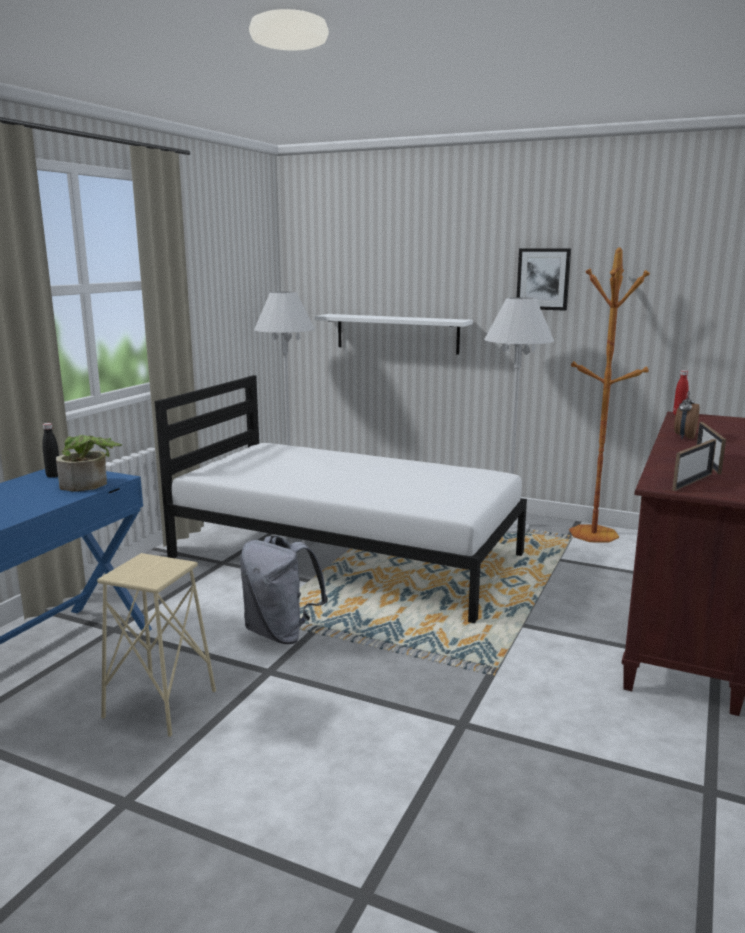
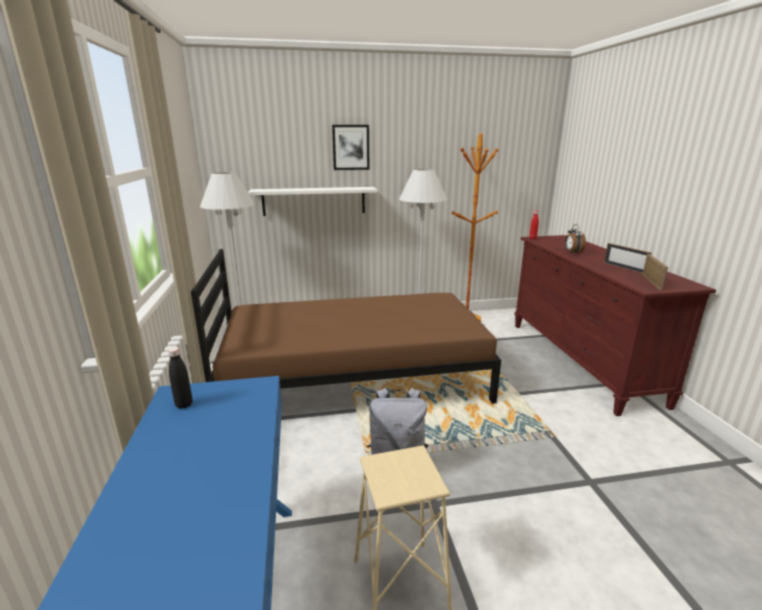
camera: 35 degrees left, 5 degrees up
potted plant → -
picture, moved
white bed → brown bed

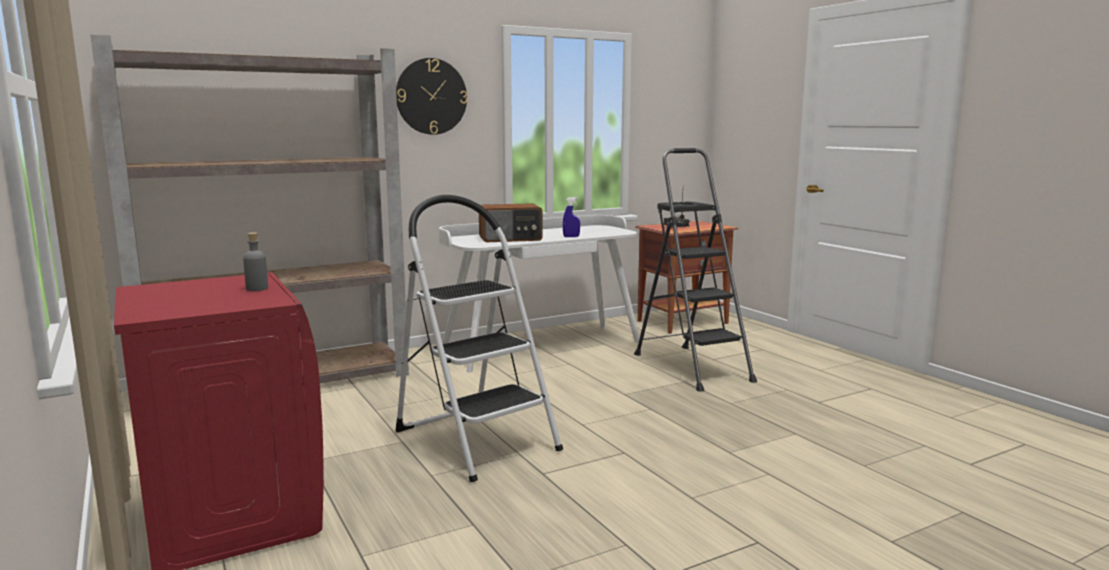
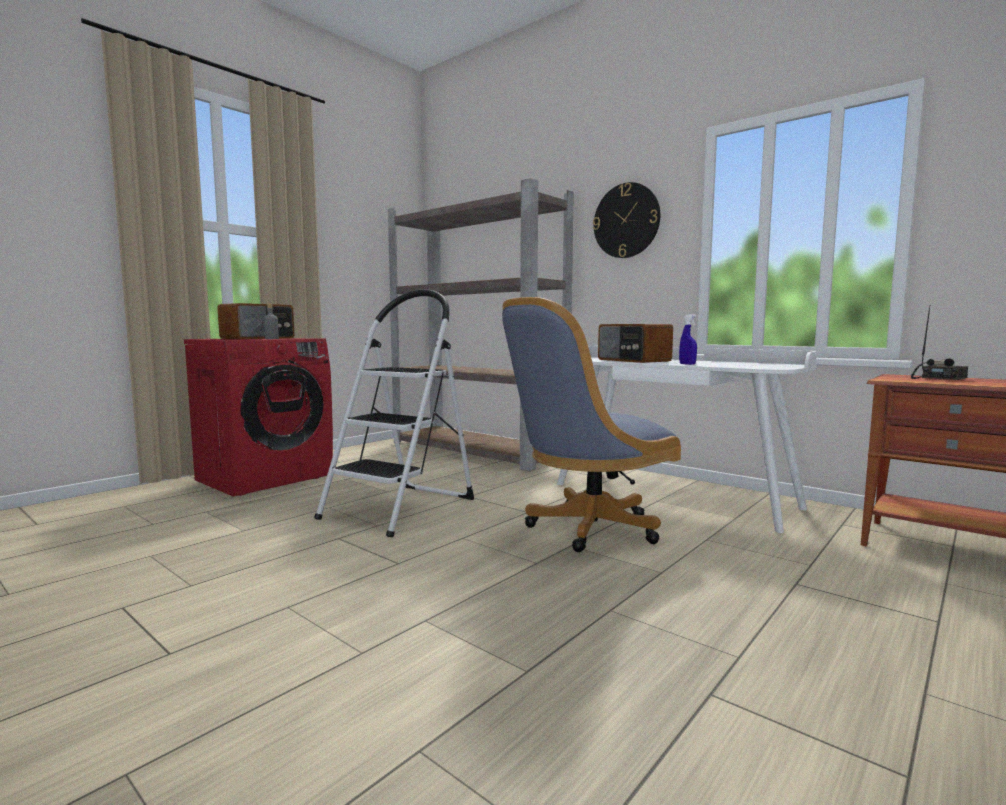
camera: 70 degrees right, 5 degrees down
step ladder (2nd from left) → -
- → radio (1st from left)
- → blue office chair

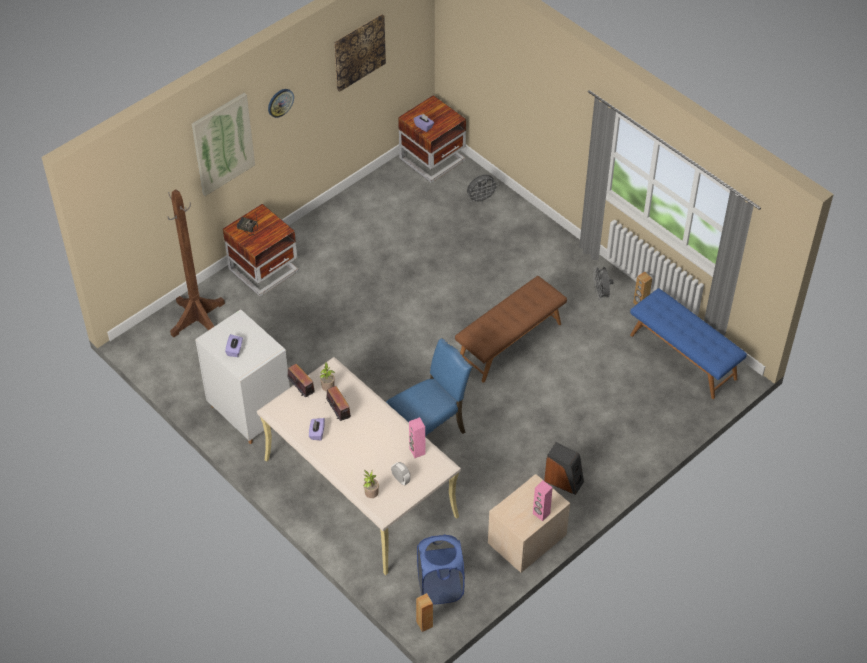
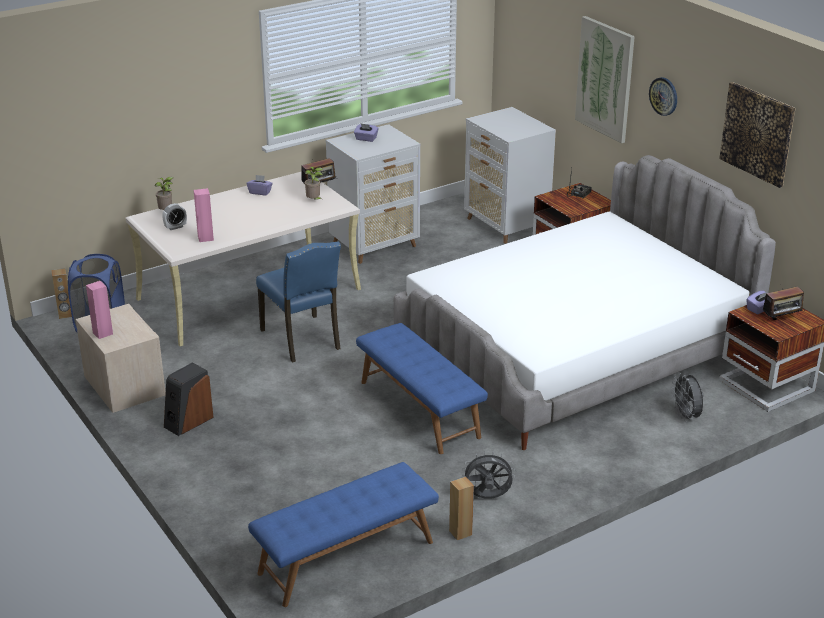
camera: 100 degrees right, 20 degrees down
- → bed
radio (3rd from left), moved
brown clothes rack → white dresser (2nd from left)
brown bench → blue bench (2nd from left)

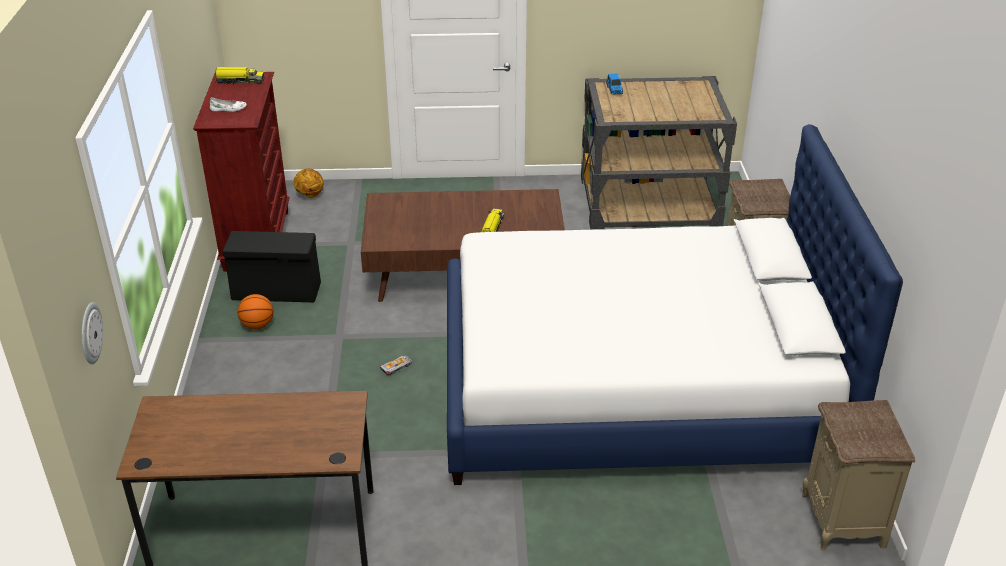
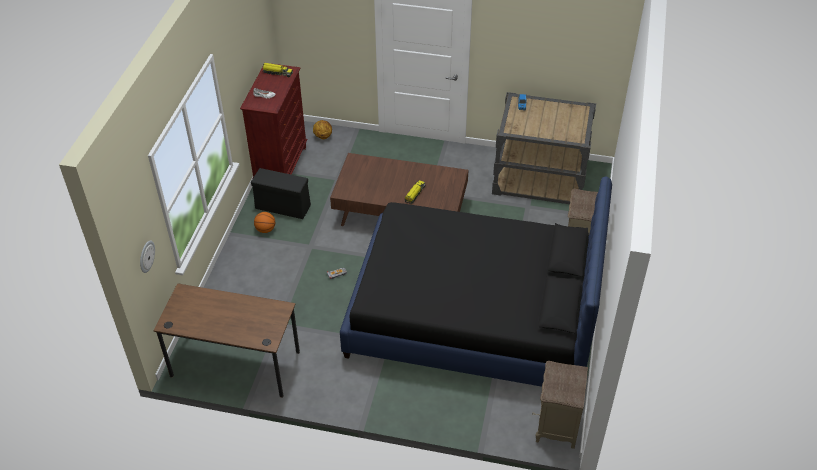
camera: 15 degrees right, 10 degrees up
white bed → black bed

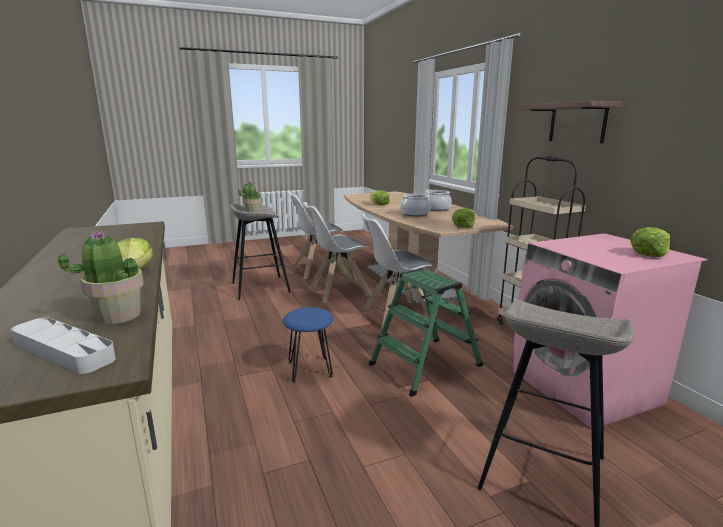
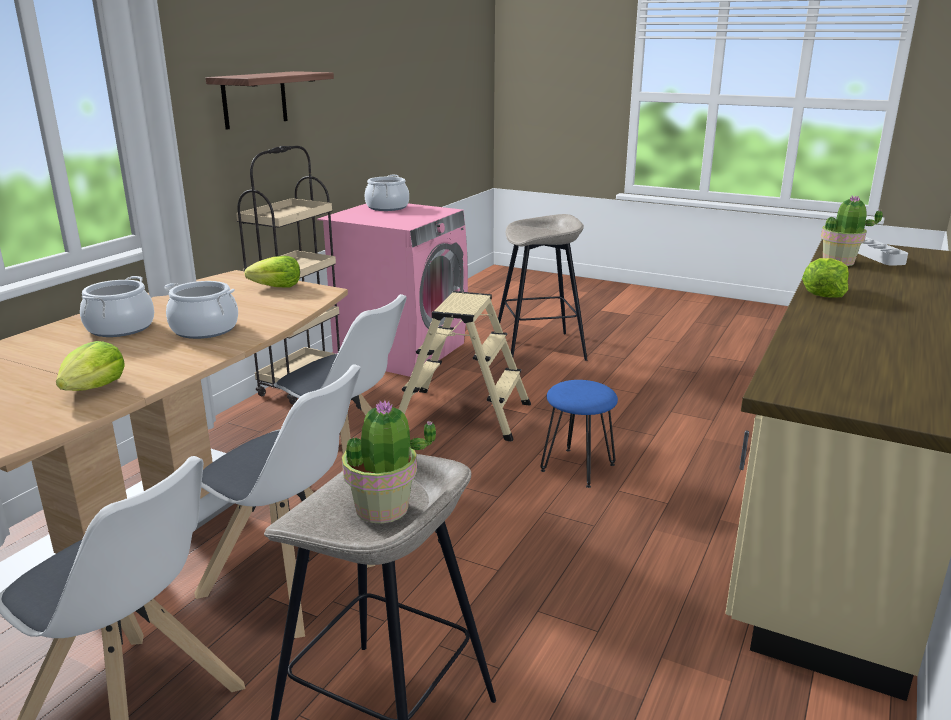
camera: 130 degrees left, 5 degrees up
lettuce (4th from left) → cooking pot (3rd from left)
green step ladder → beige step ladder

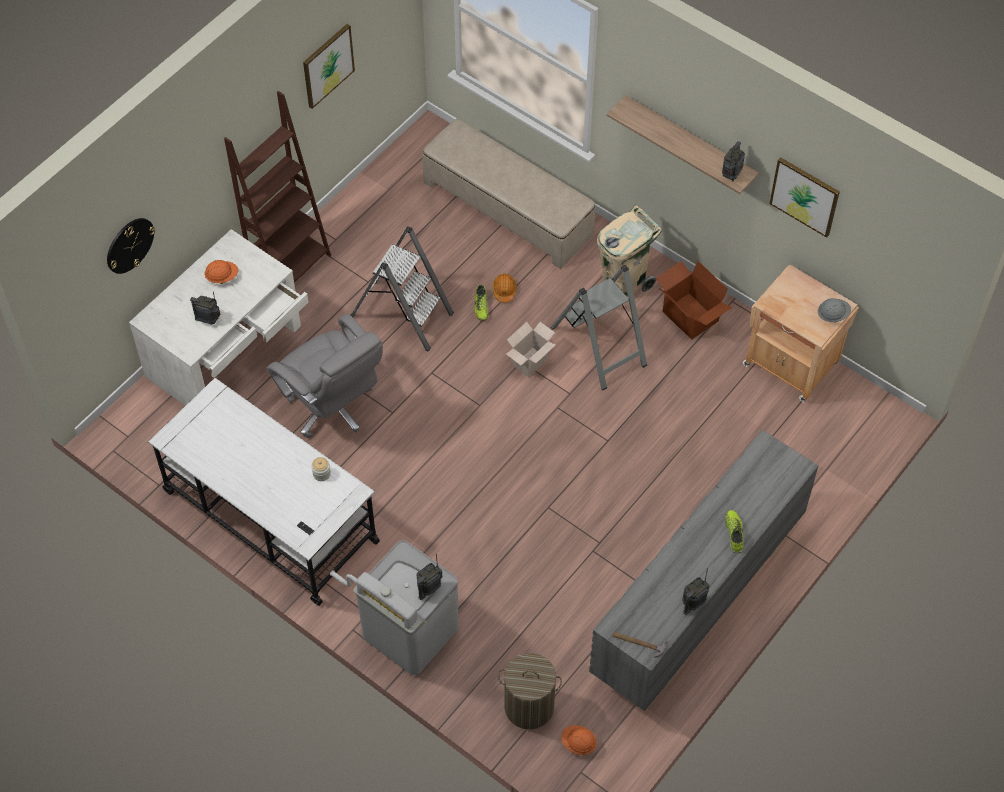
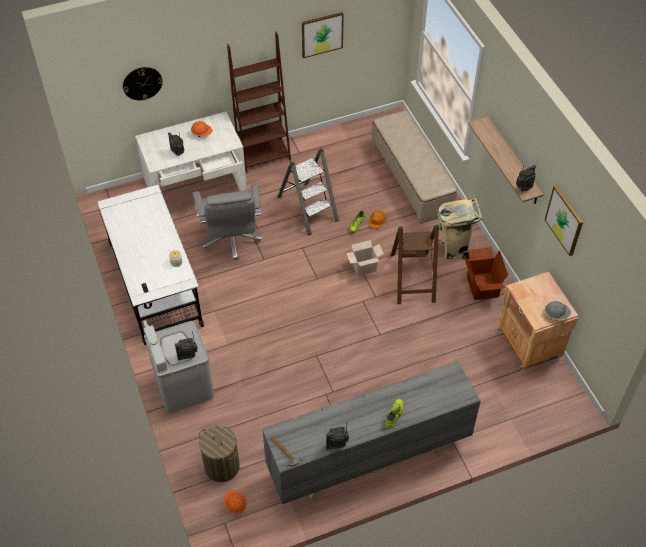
camera: 30 degrees right, 5 degrees down
grey step ladder (2nd from left) → brown step ladder

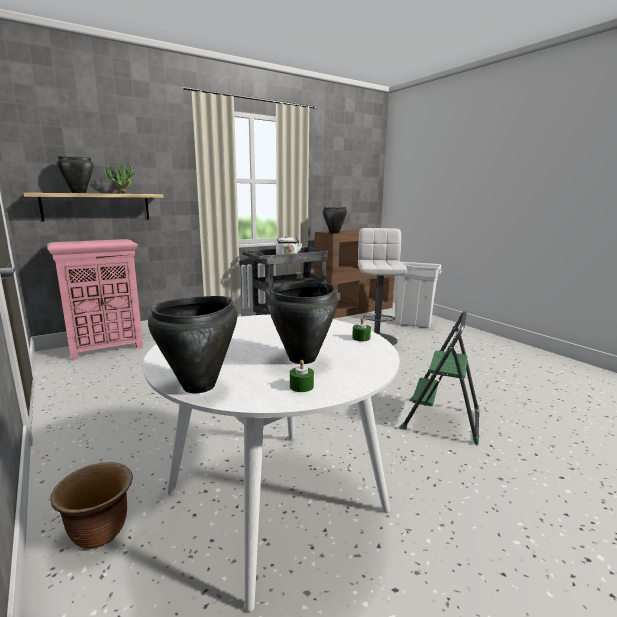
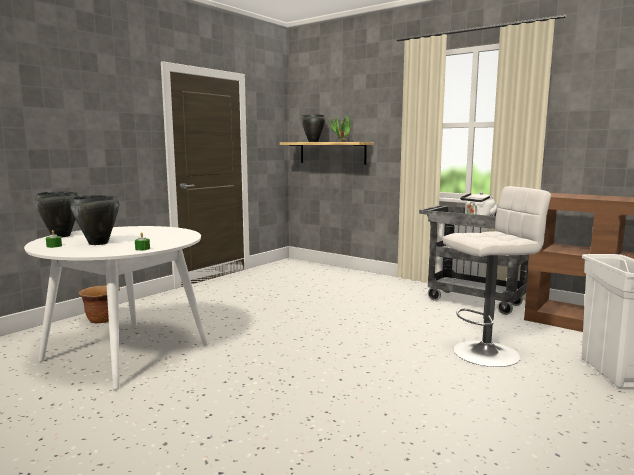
camera: 70 degrees right, 5 degrees down
pink cabinet → -
black cooking pot (4th from left) → -
green step ladder → -

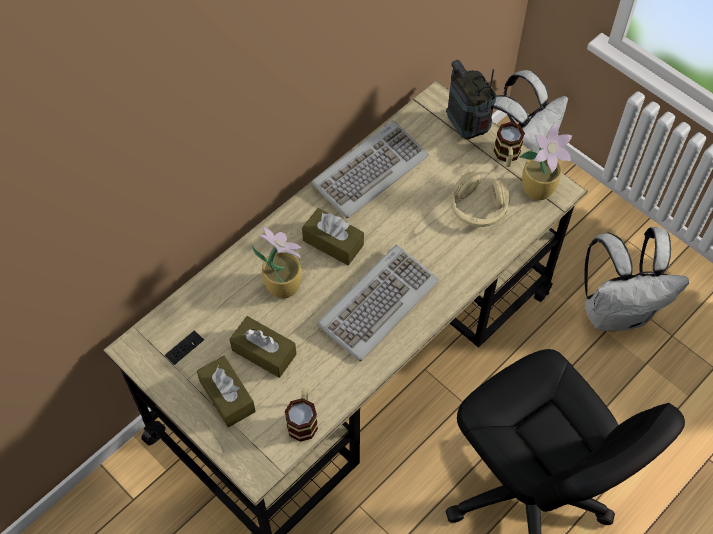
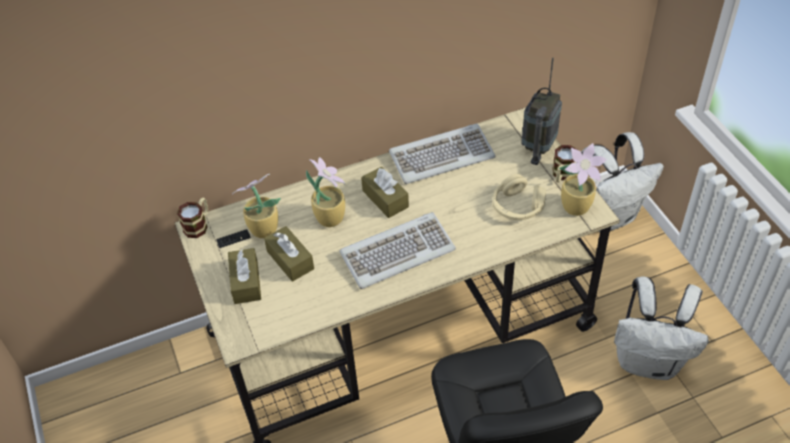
camera: 25 degrees right, 10 degrees down
- → potted plant (1st from left)
mug (1st from left), moved
radio, 150 degrees counterclockwise

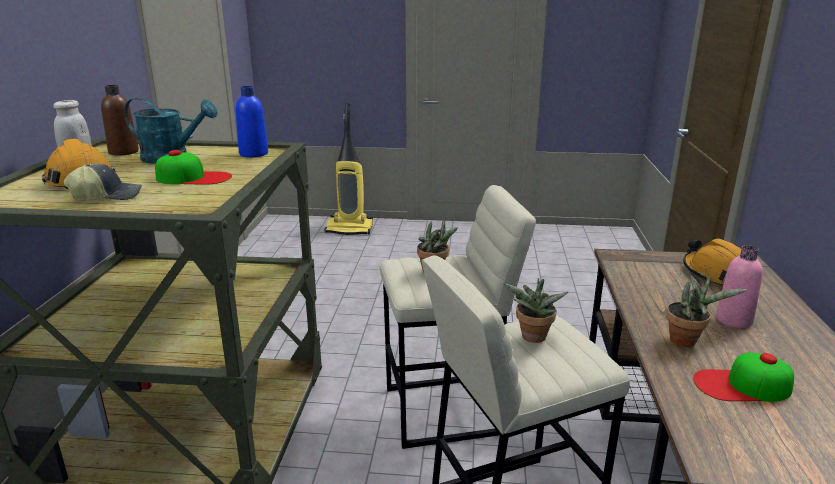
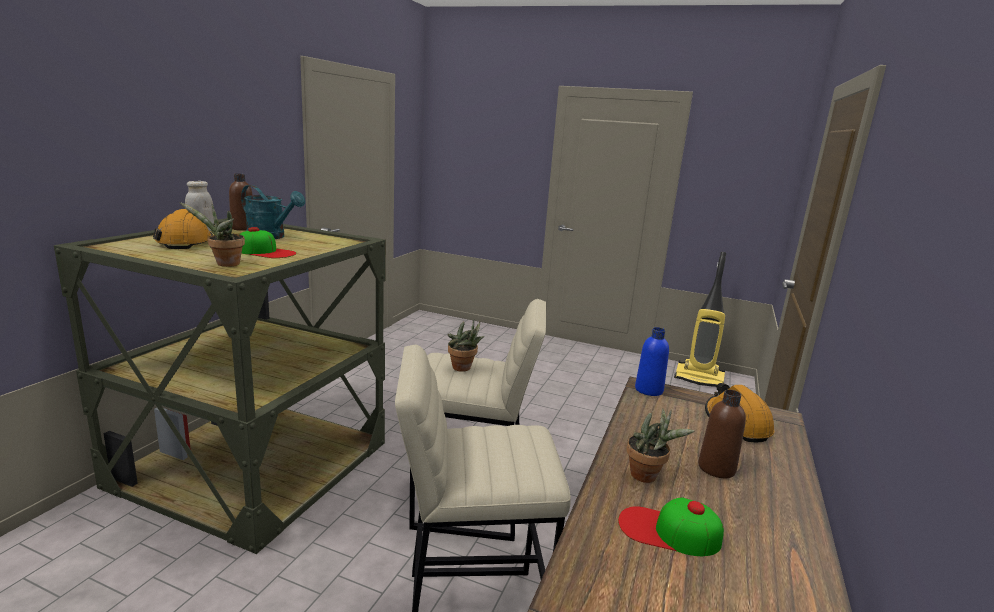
camera: 15 degrees right, 5 degrees down
cap (1st from left) → -
blue bottle, moved
vacuum cleaner, moved
potted plant (2nd from left in the first image) → potted plant (1st from left), moved
pink bottle → brown bottle (2nd from left)

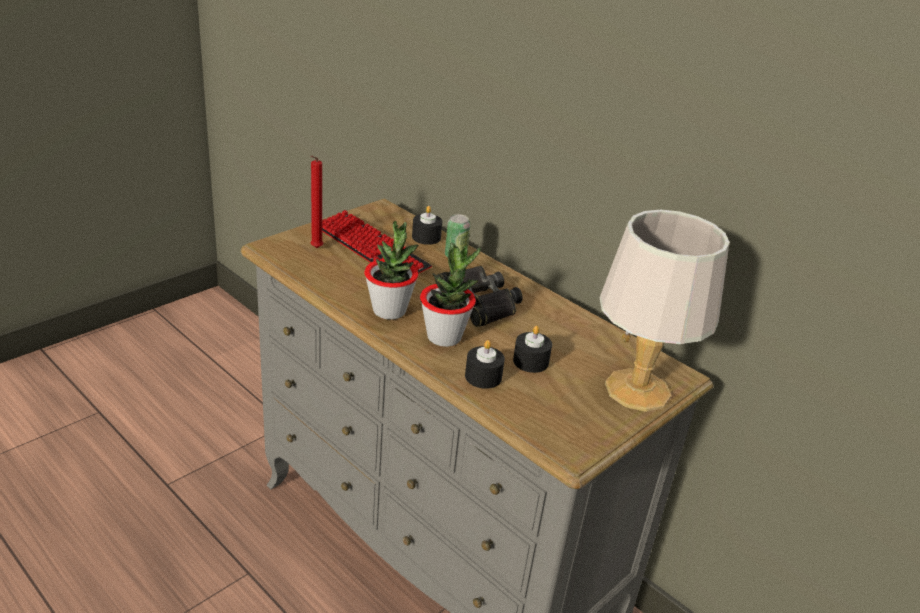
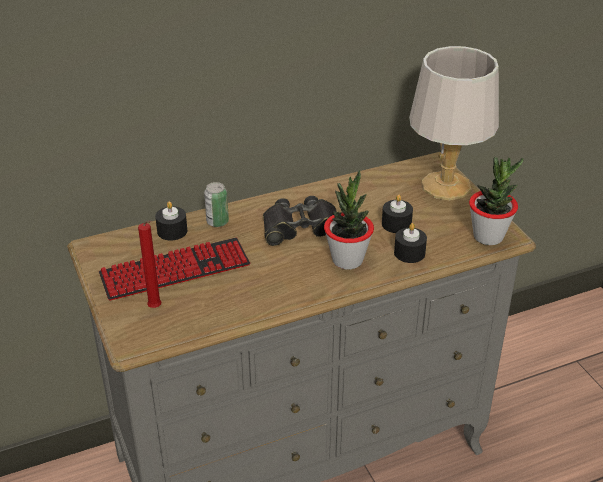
camera: 65 degrees left, 5 degrees up
potted plant (1st from left in the first image) → potted plant (2nd from left), moved

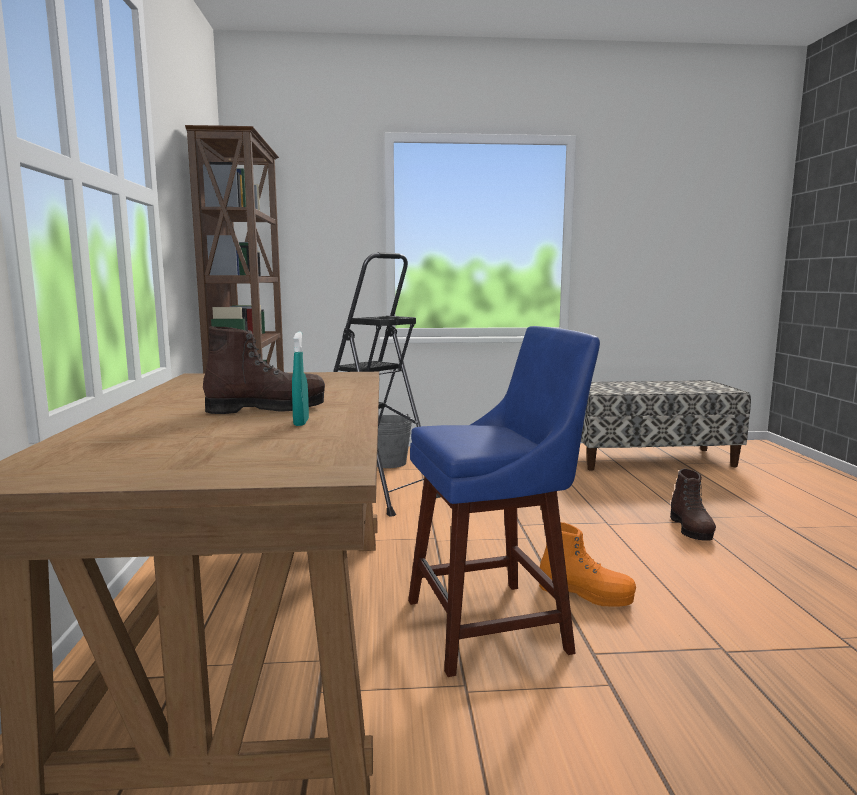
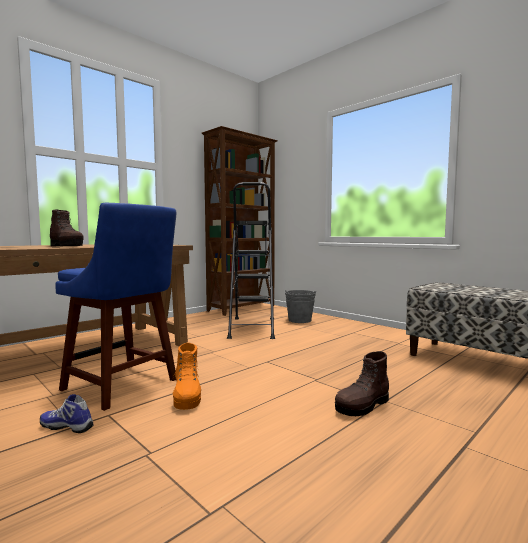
camera: 50 degrees right, 5 degrees down
turquoise spray bottle → -
- → shoe

